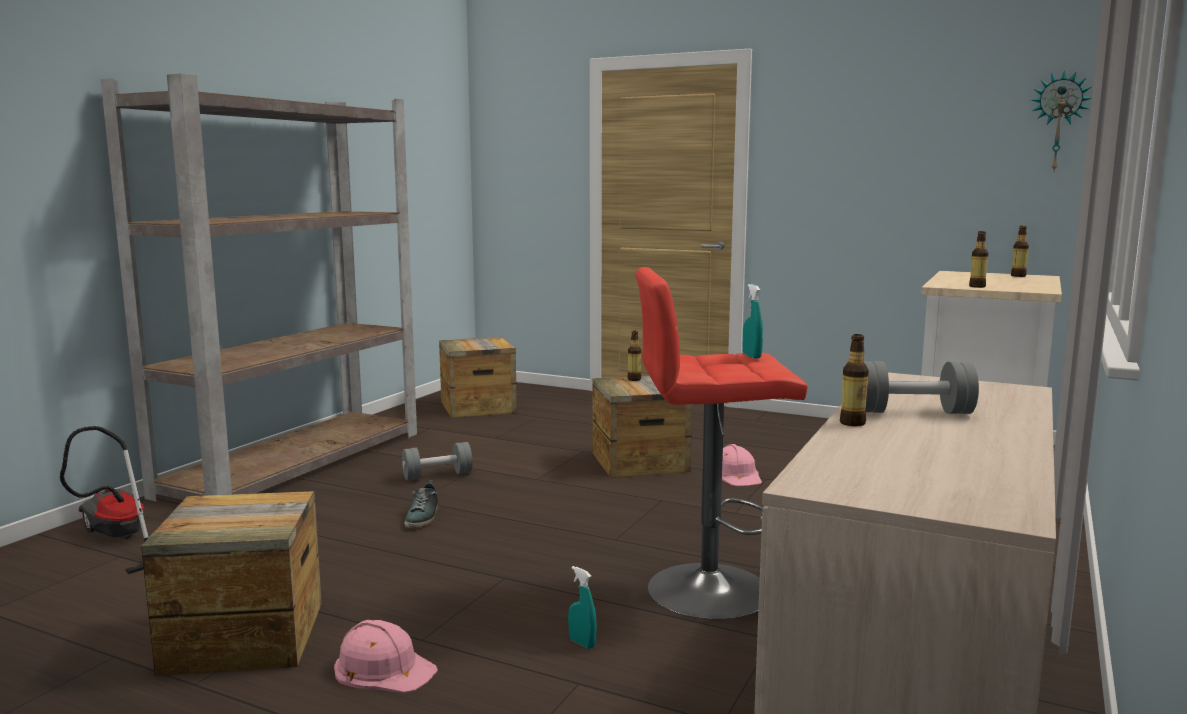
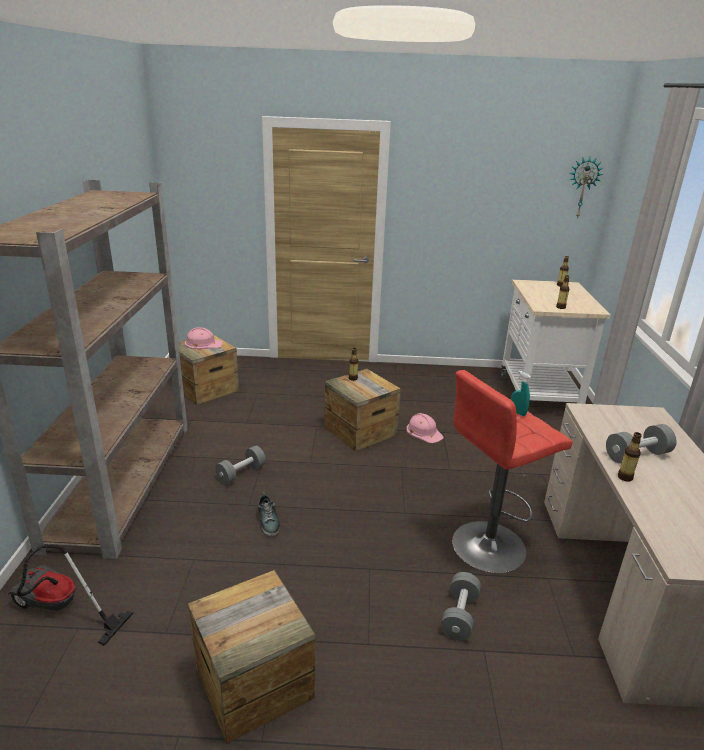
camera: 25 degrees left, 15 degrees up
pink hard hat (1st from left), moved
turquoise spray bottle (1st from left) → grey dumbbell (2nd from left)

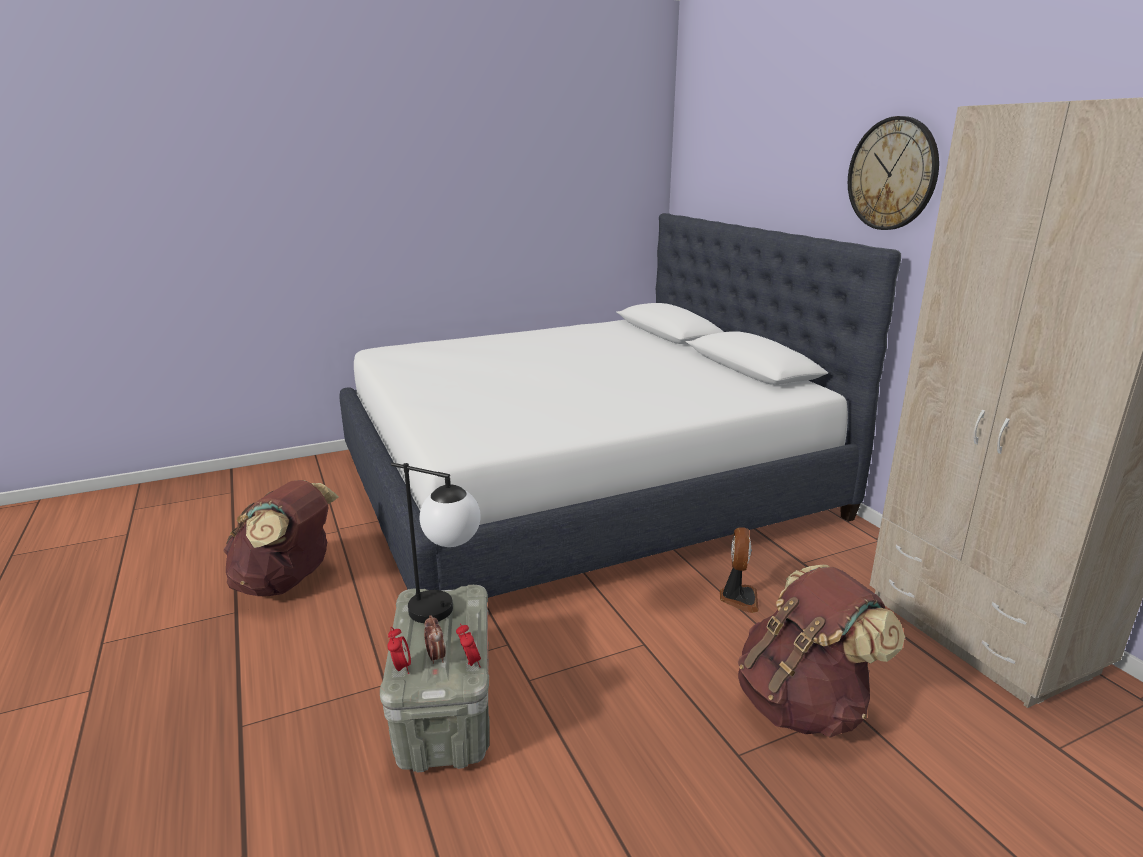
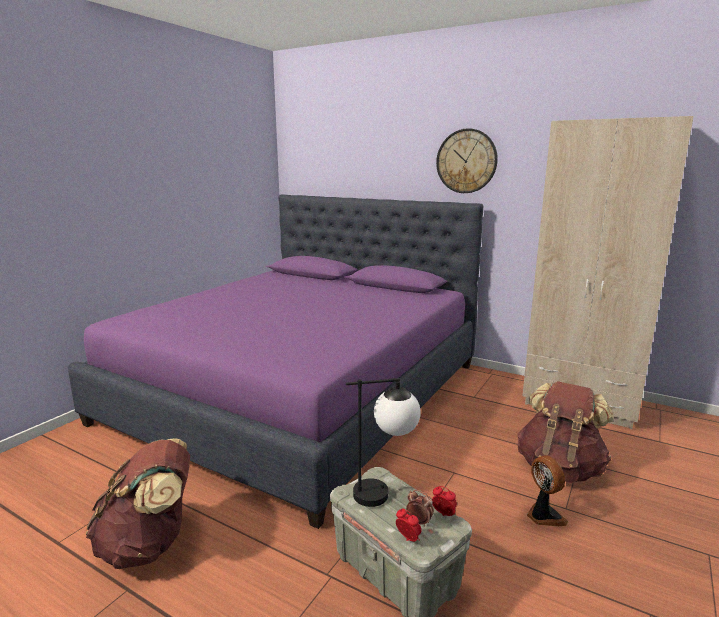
camera: 35 degrees left, 5 degrees down
fan, moved
white bed → purple bed

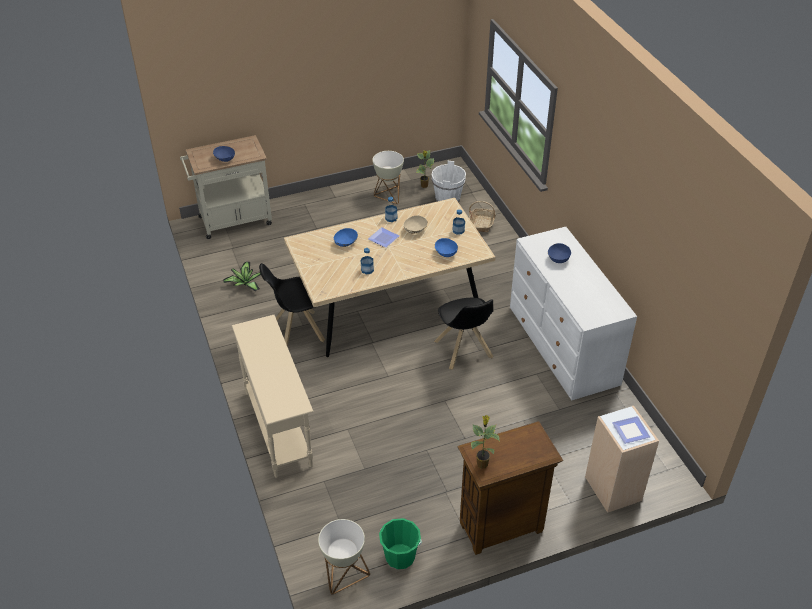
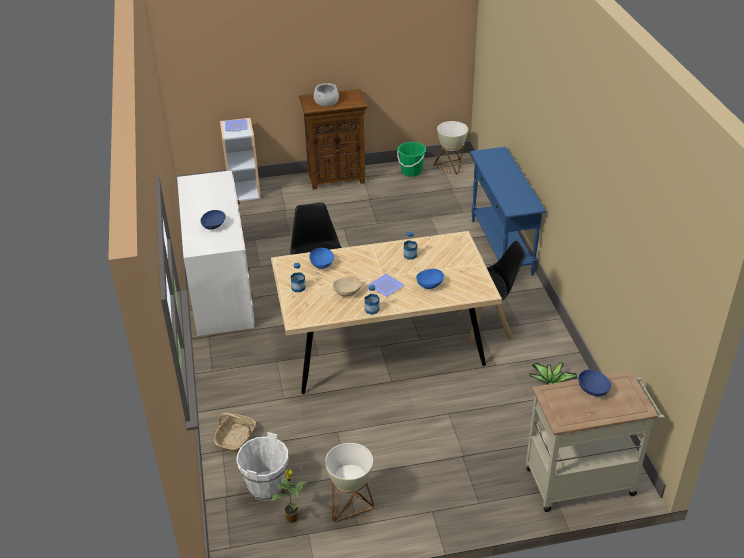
camera: 170 degrees left, 5 degrees down
potted plant (3rd from left) → -
- → cooking pot
beige console table → blue console table

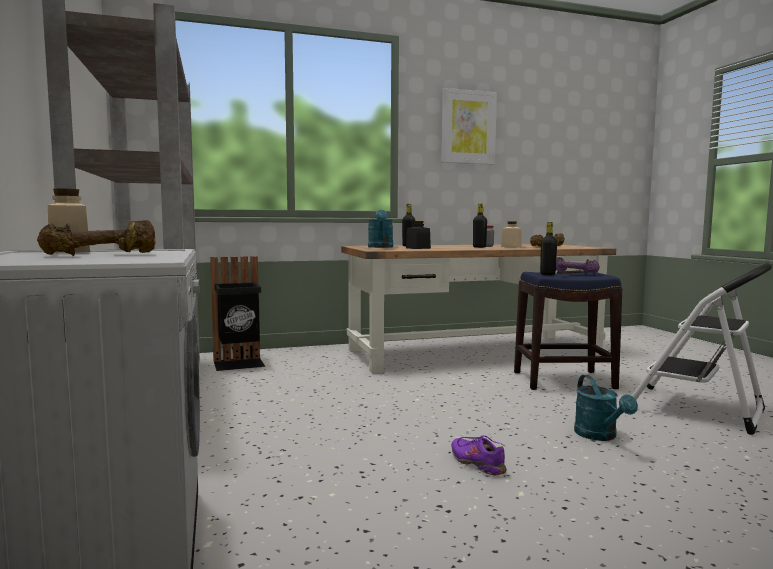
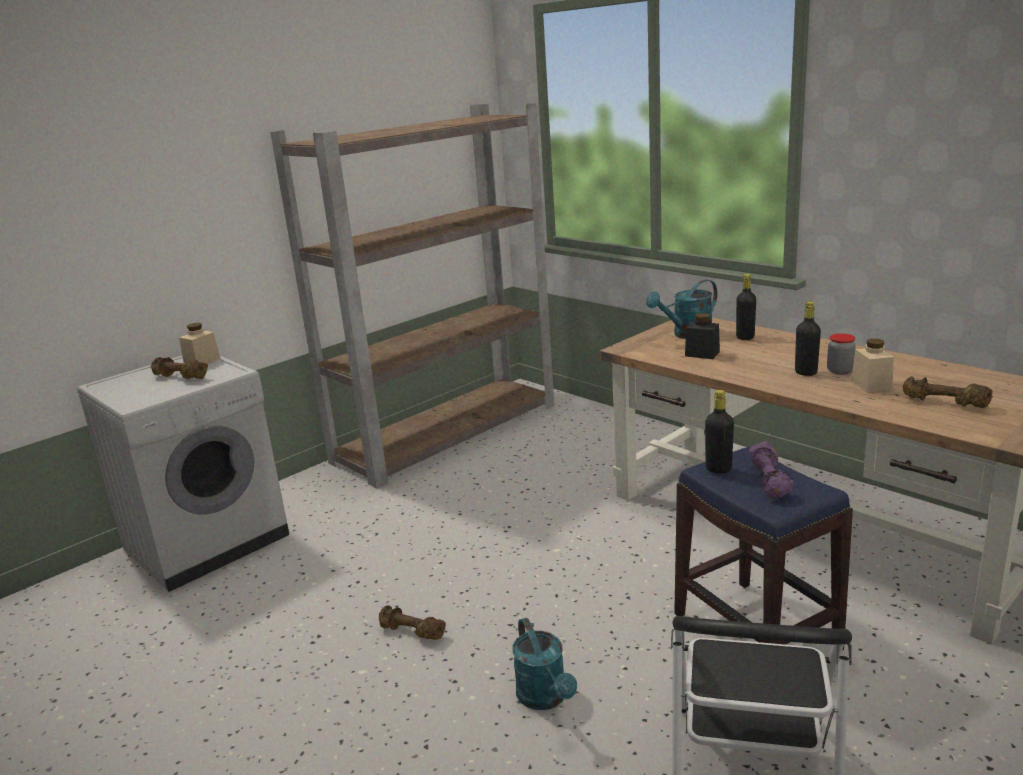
camera: 65 degrees right, 15 degrees up
black trash can → -
picture → -
purple shoe → brown dumbbell (2nd from left)
turquoise watering can (2nd from left in the first image) → turquoise watering can (1st from left), 75 degrees counterclockwise

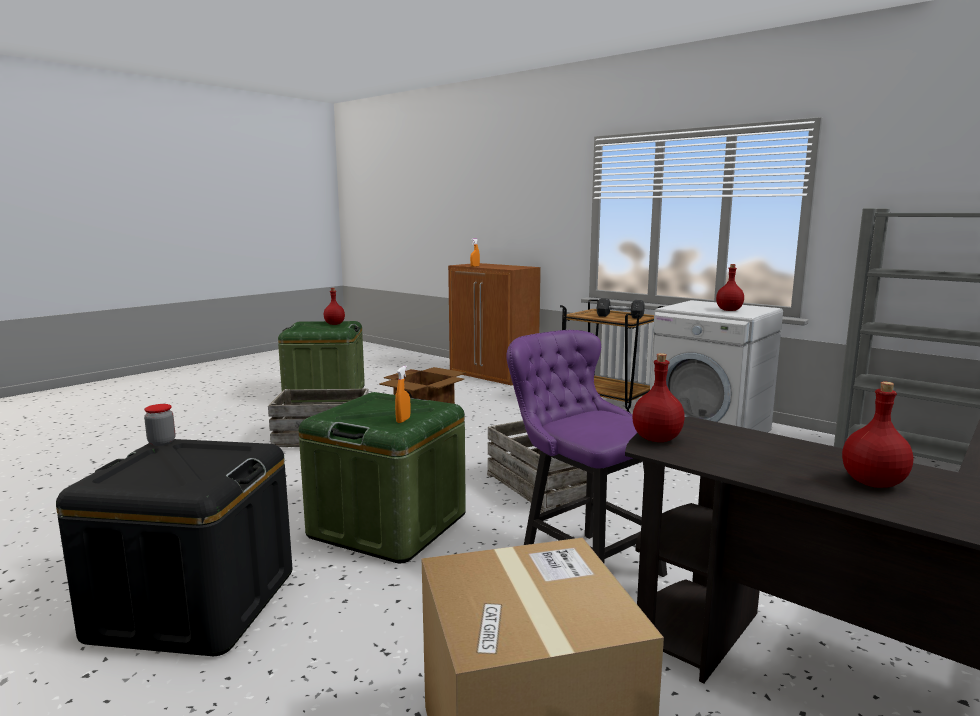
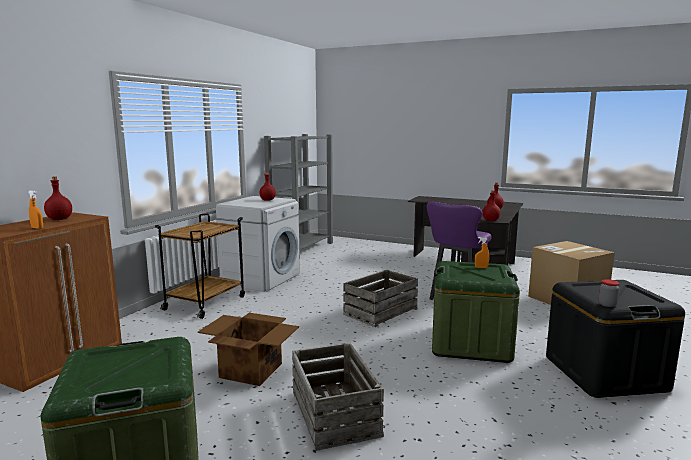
camera: 105 degrees left, 0 degrees up
grey dumbbell → -
red bottle (1st from left), moved

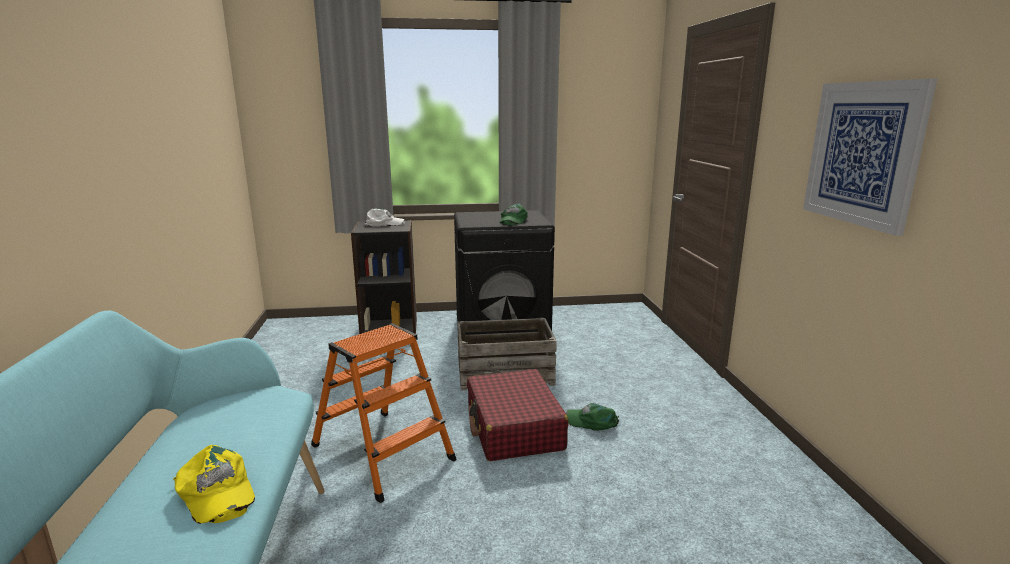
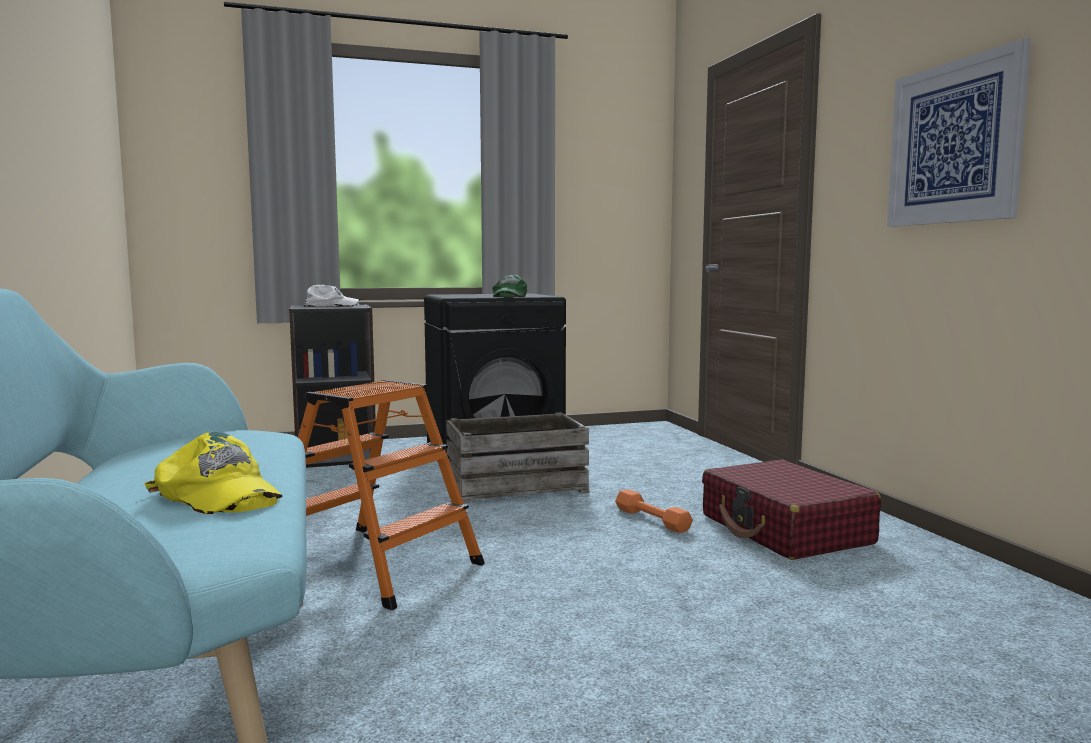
camera: 10 degrees left, 10 degrees down
red suitcase, moved
green cap (2nd from left) → orange dumbbell

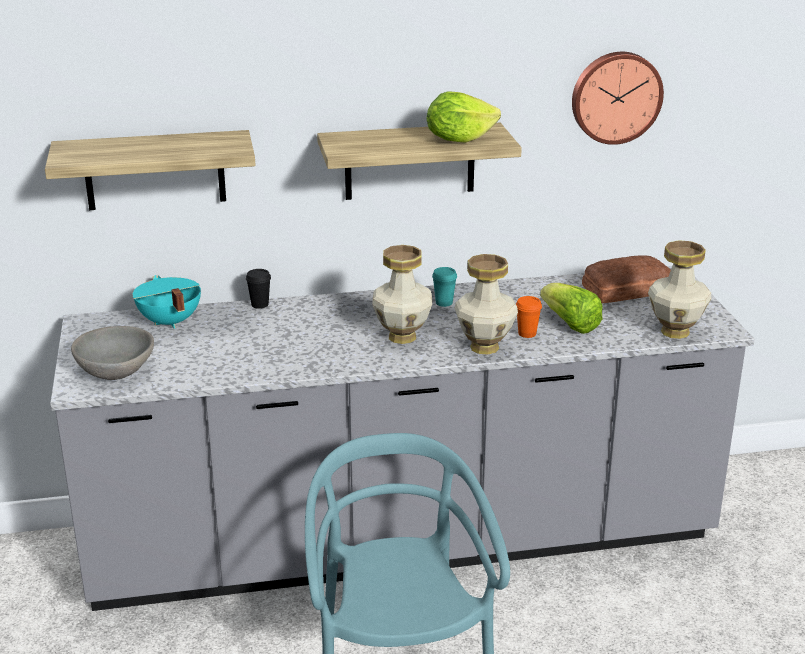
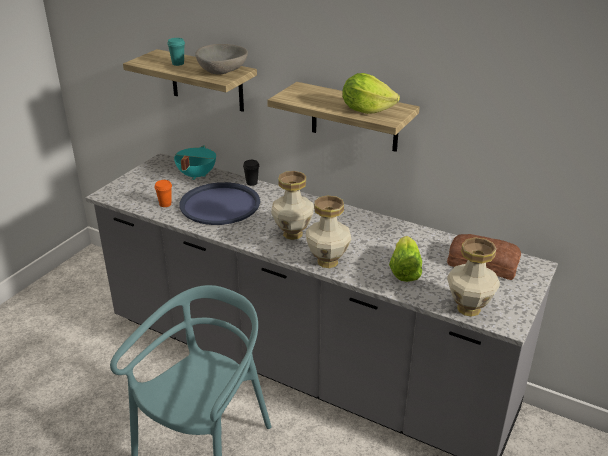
camera: 40 degrees right, 5 degrees up
wall clock → -
- → blue tray
grey bowl, moved
turquoise cup, moved
orange cup, moved

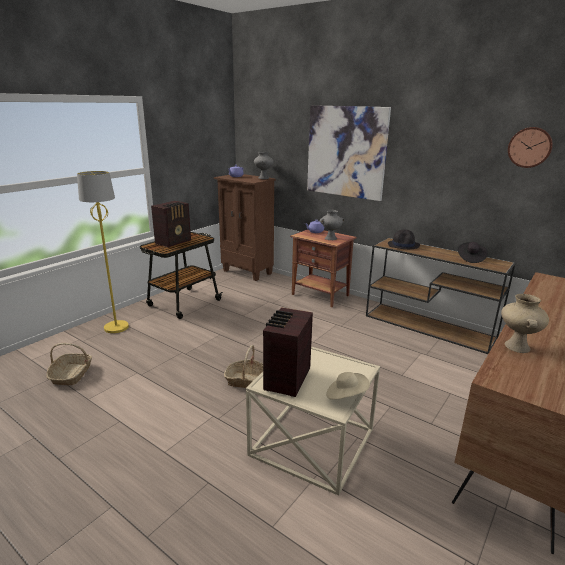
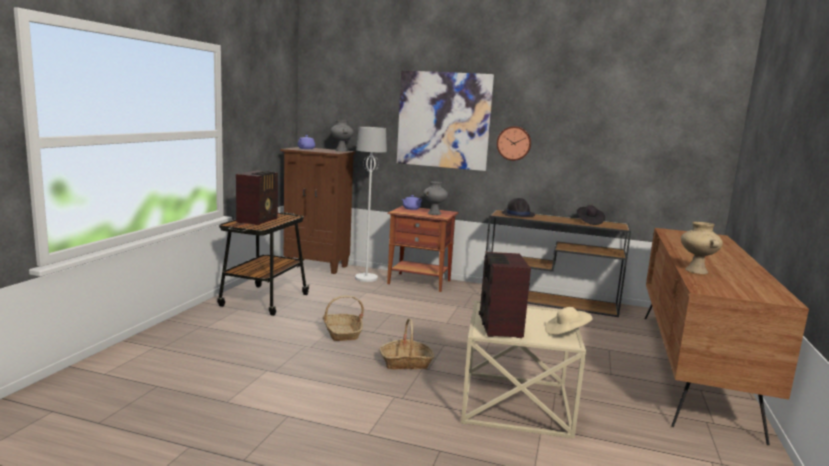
camera: 20 degrees left, 10 degrees down
yellow floor lamp → -
- → white floor lamp
basket (1st from left), moved
wall clock, moved

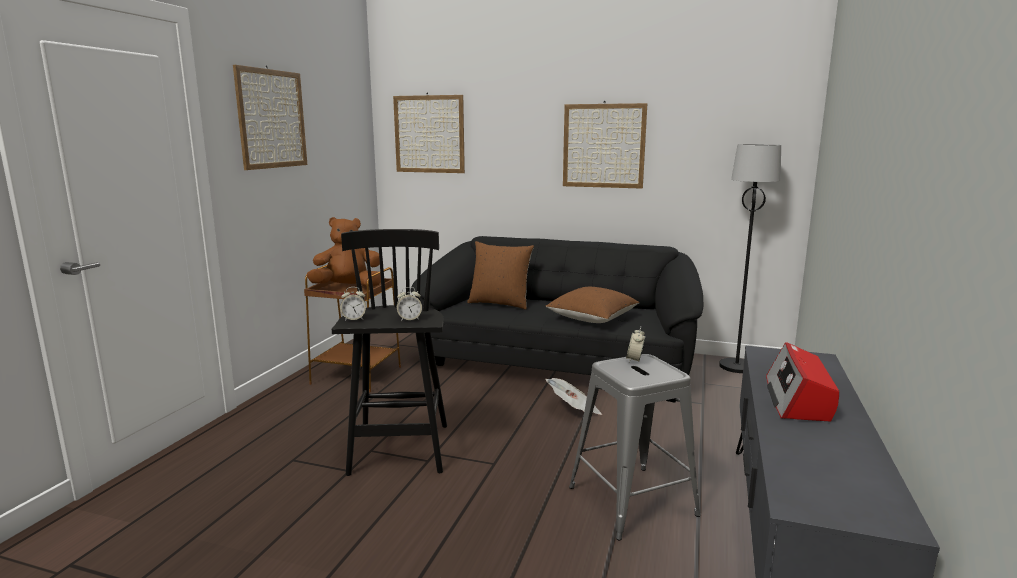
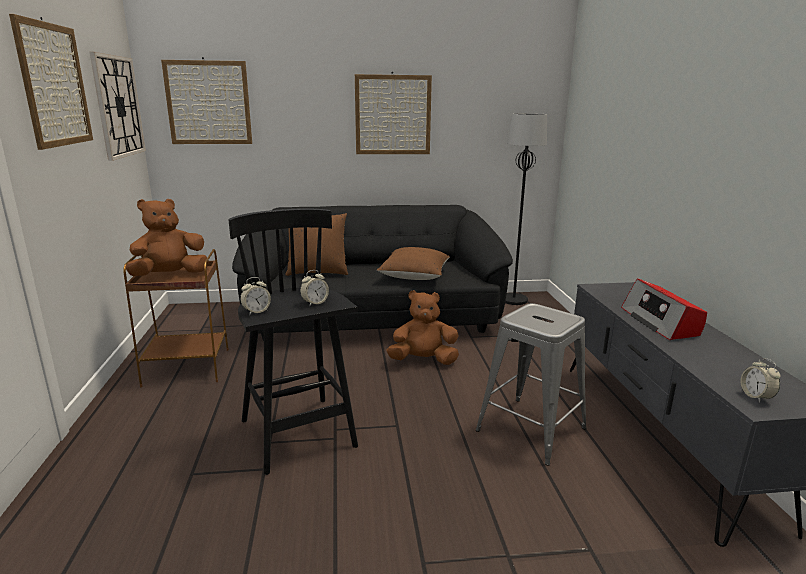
camera: 25 degrees left, 5 degrees up
- → wall clock
alarm clock (3rd from left), moved
newspaper → brown plush toy (2nd from left)

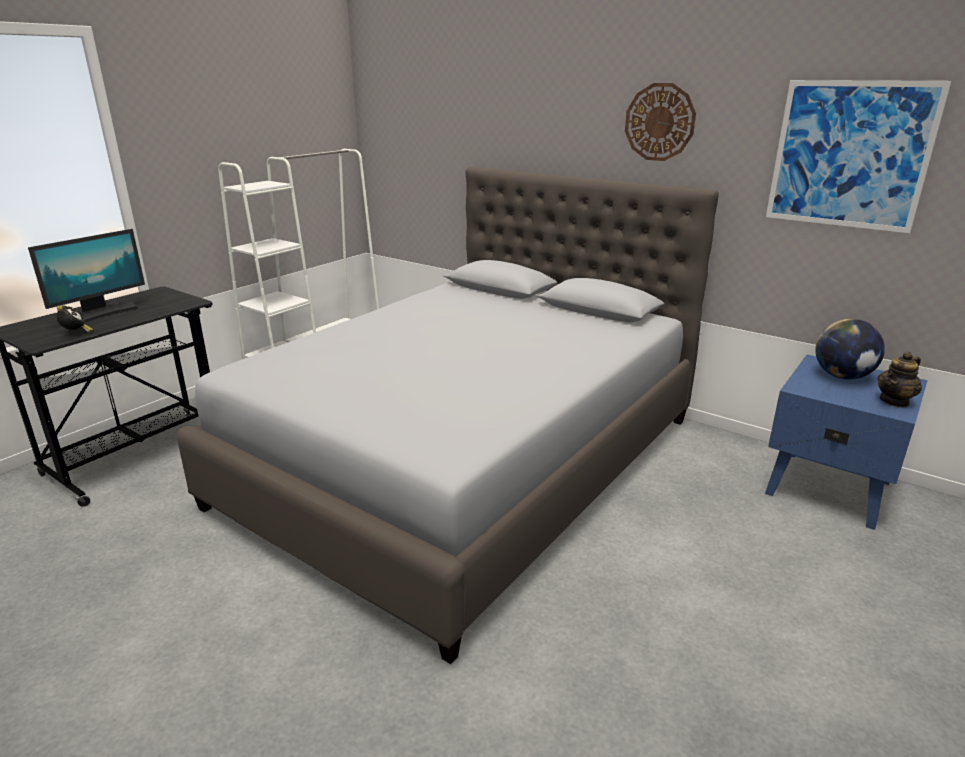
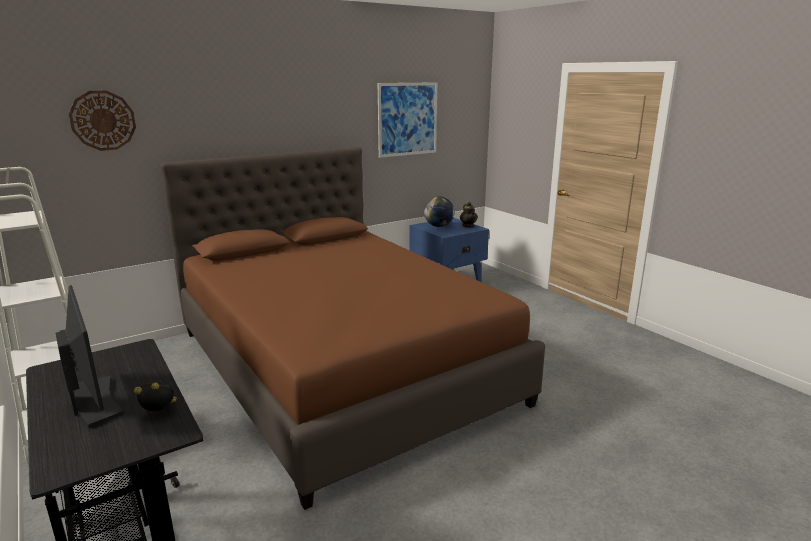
camera: 70 degrees left, 5 degrees down
wall clock, moved
grey bed → brown bed

